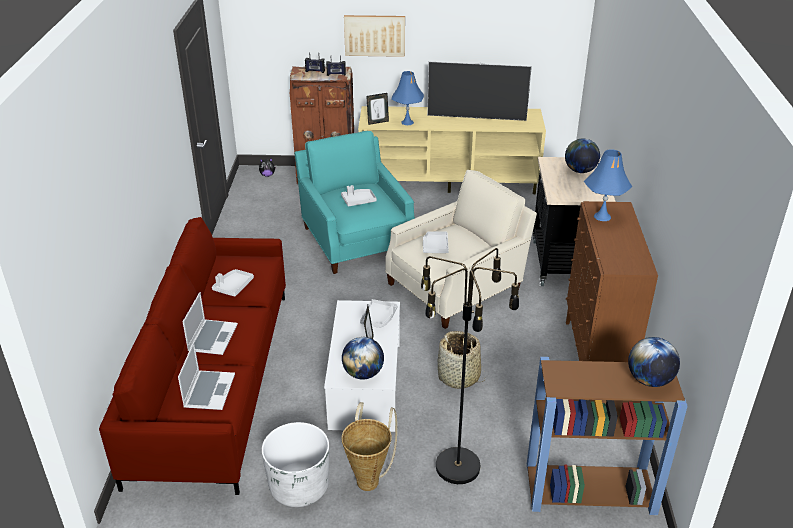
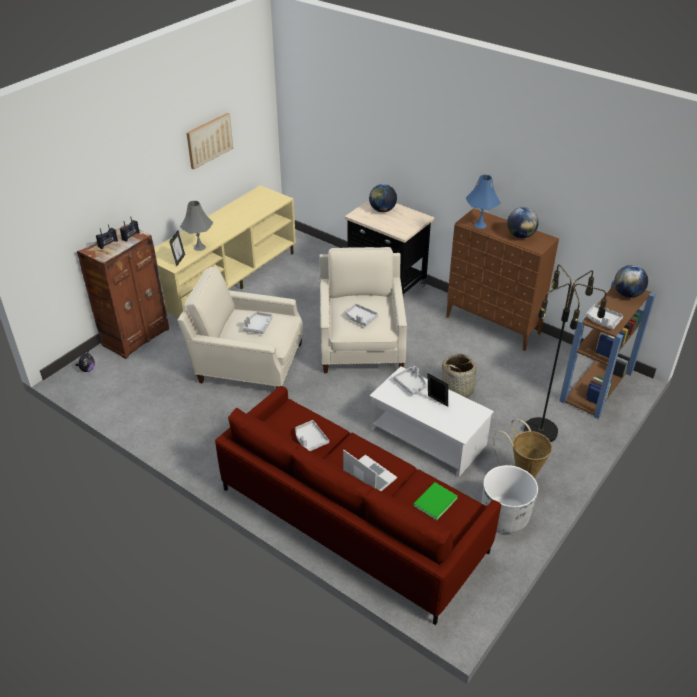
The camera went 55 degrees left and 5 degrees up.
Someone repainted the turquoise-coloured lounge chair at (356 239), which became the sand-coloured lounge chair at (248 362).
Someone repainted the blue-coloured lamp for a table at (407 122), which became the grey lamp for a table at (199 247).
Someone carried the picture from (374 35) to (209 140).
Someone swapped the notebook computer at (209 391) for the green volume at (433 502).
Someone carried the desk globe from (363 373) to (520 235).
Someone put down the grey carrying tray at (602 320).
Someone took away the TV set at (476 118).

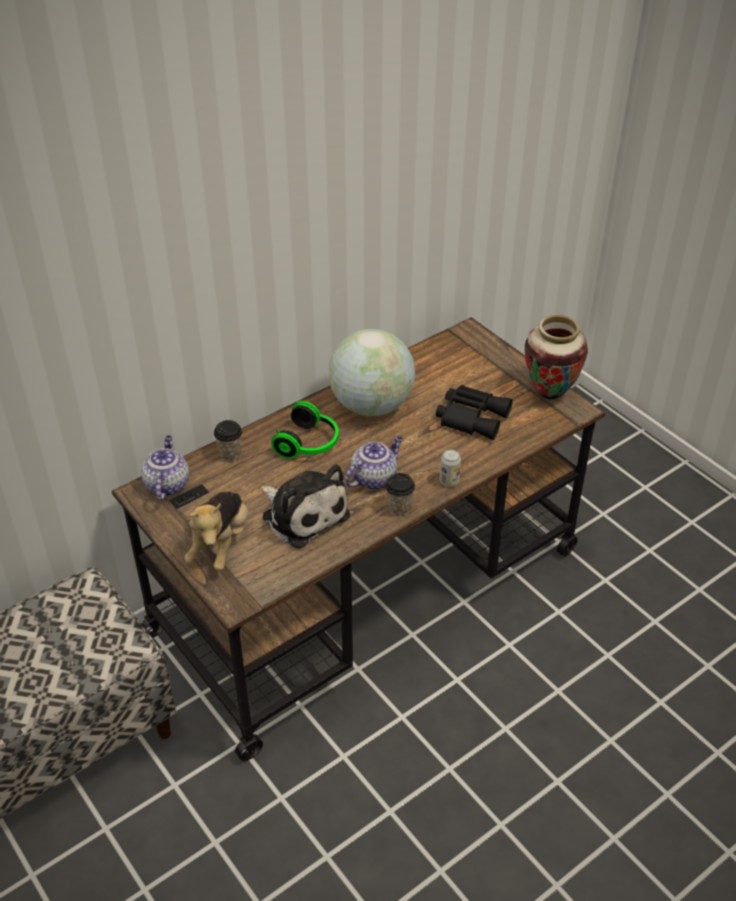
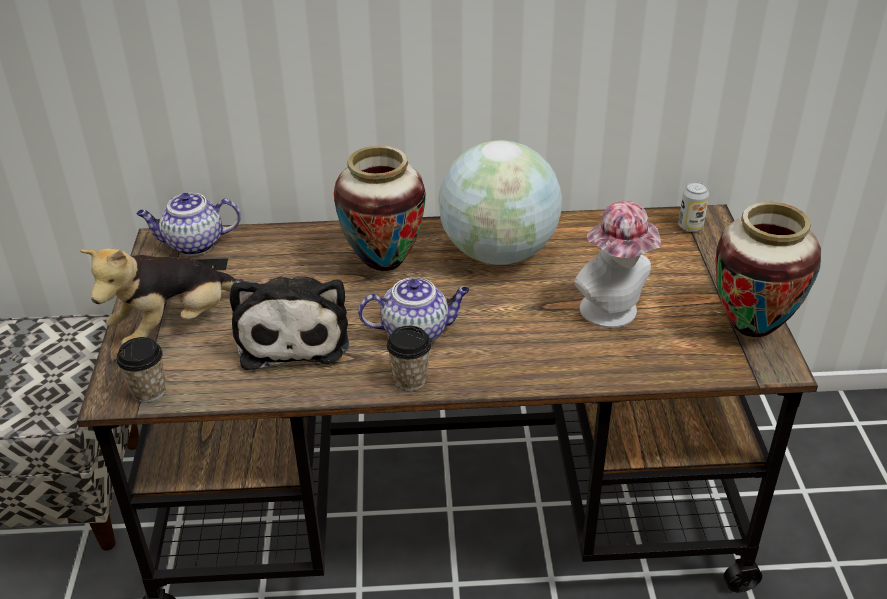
The camera went 35 degrees right and 5 degrees down.
Someone carried the small cup from (230 454) to (148 391).
Someone rotated the teapot at (167 484) by 135 degrees counterclockwise.
Someone swapped the pair of headphones at (309 444) for the flower vase at (383 265).
Someone swapped the black pair of binoculars at (472 416) for the wearable hat at (613 314).
Someone carried the sealed can from (449 481) to (690 226).

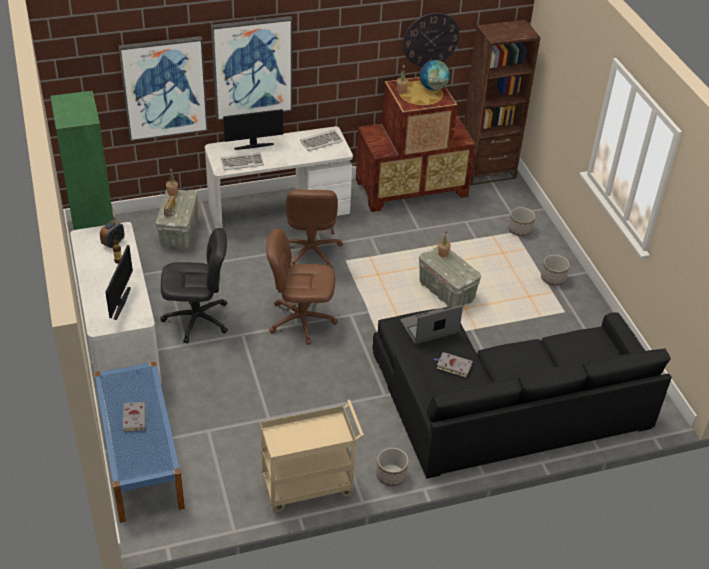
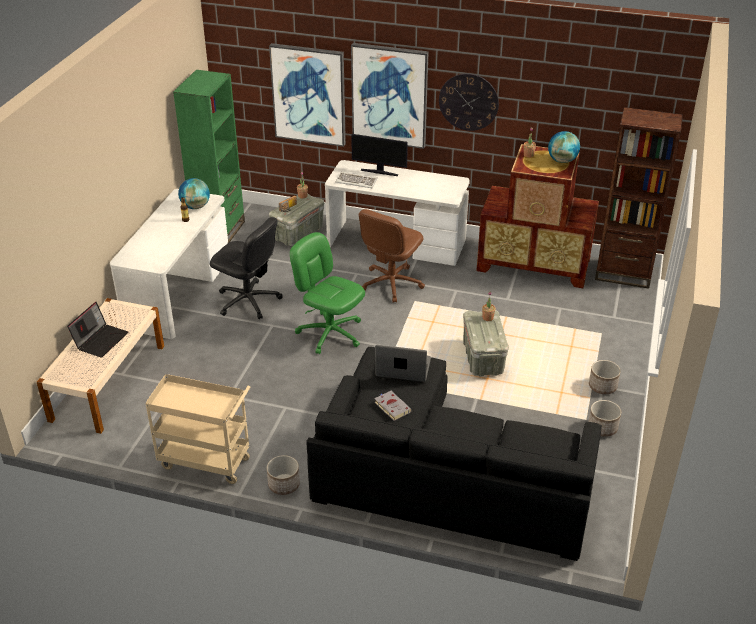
The camera went 35 degrees right and 5 degrees down.
Someone repainted the blue-coloured bench at (140 457), which became the sand-coloured bench at (108 382).
Someone swapped the grey volume at (134 417) for the notebook computer at (101 340).
Someone swapped the alarm clock at (113 243) for the desk globe at (195 206).
Someone repainted the brown-coloured desk chair at (301 320), which became the green desk chair at (330 333).
Someone carried the clock on the wall from (430 39) to (468 102).
Someone carried the flower pot from (520 230) to (602 428).
Someone took away the monitor at (120 303).
Someone took away the PC keyboard at (321 141).

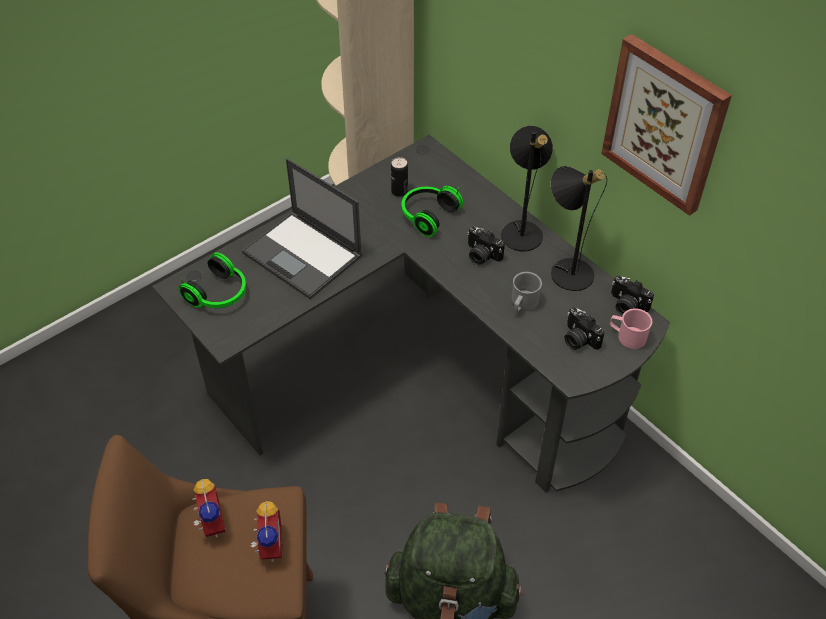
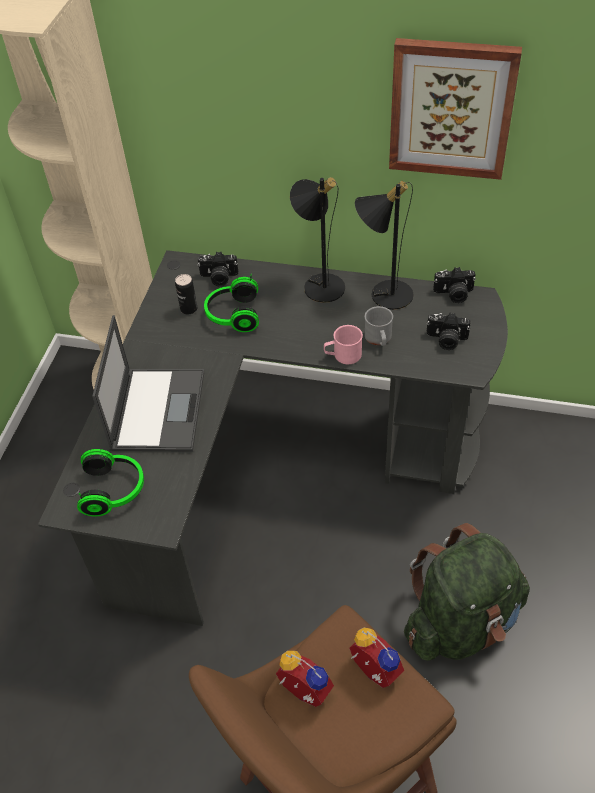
The camera went 35 degrees left and 0 degrees up.
Someone rotated the notebook computer at (304 255) by 90 degrees counterclockwise.
Someone carried the still camera from (481 255) to (219 278).
Someone carried the pink-coloured tea mug from (627 336) to (343 355).

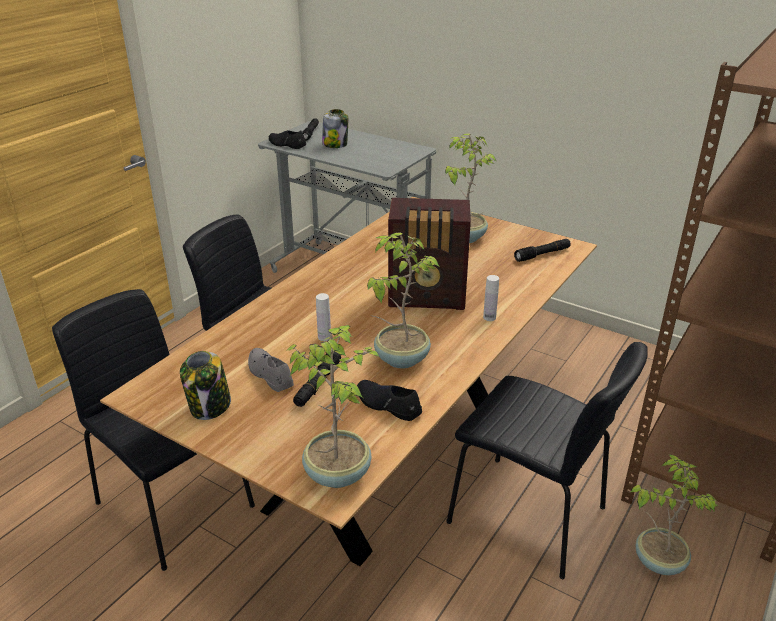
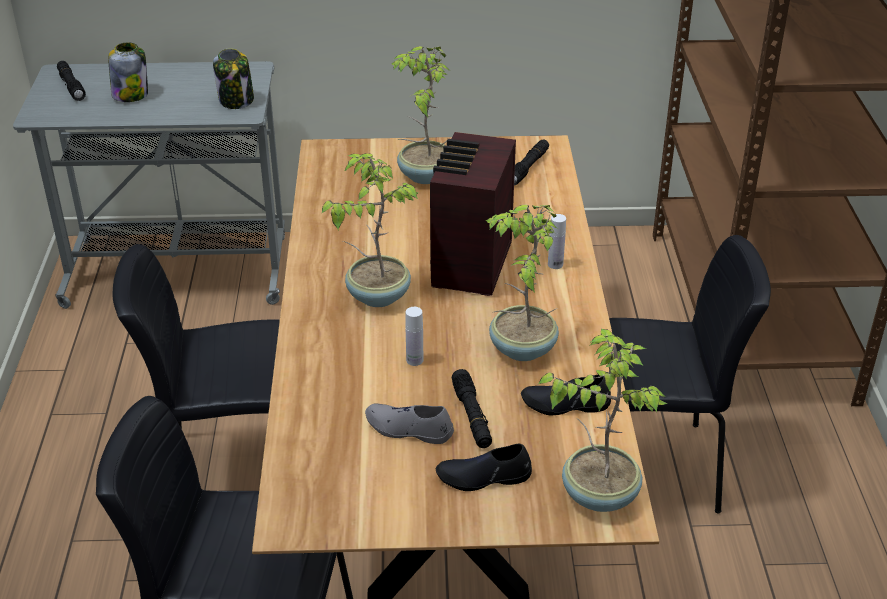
The camera went 35 degrees left and 5 degrees up.
Someone carried the jar from (210 406) to (236 100).
Someone carried the houseplant from (658 561) to (377 295).
Someone rotated the radio receiver at (429 297) by 135 degrees clockwise.
Someone carried the black item of footwear from (287 144) to (483 477).

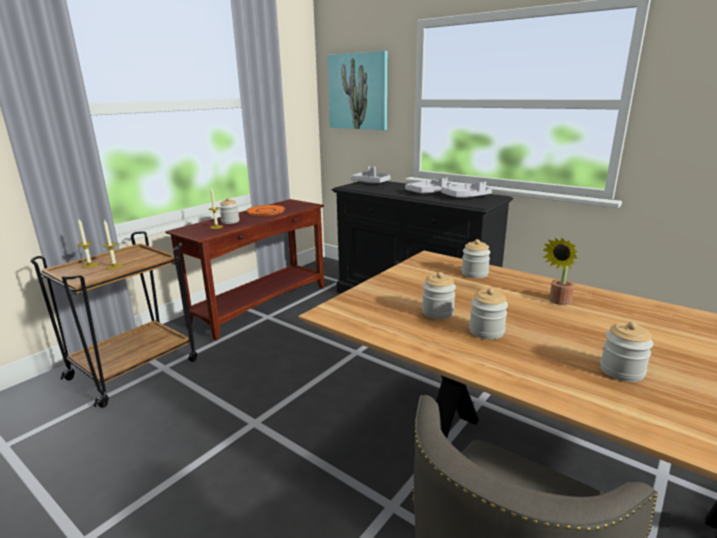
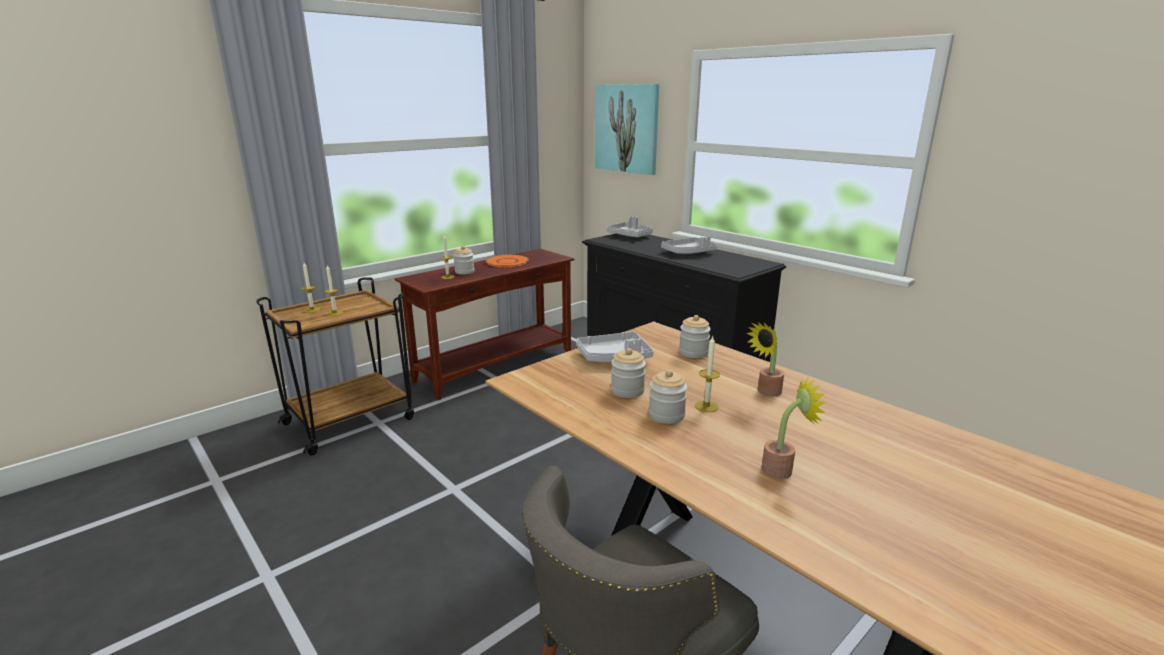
The camera went 10 degrees right and 0 degrees up.
Someone carried the grey carrying tray from (466 197) to (614 357).
Someone put down the wax light at (706 406).
Someone swapped the jar at (621 371) for the houseplant at (782 469).

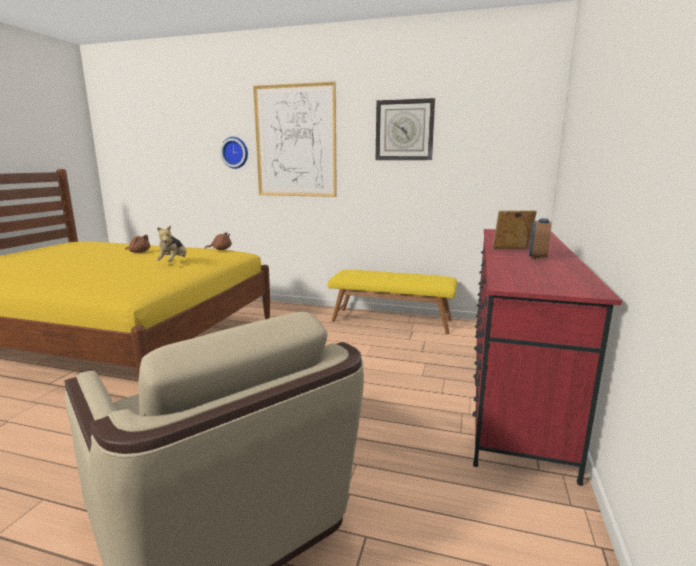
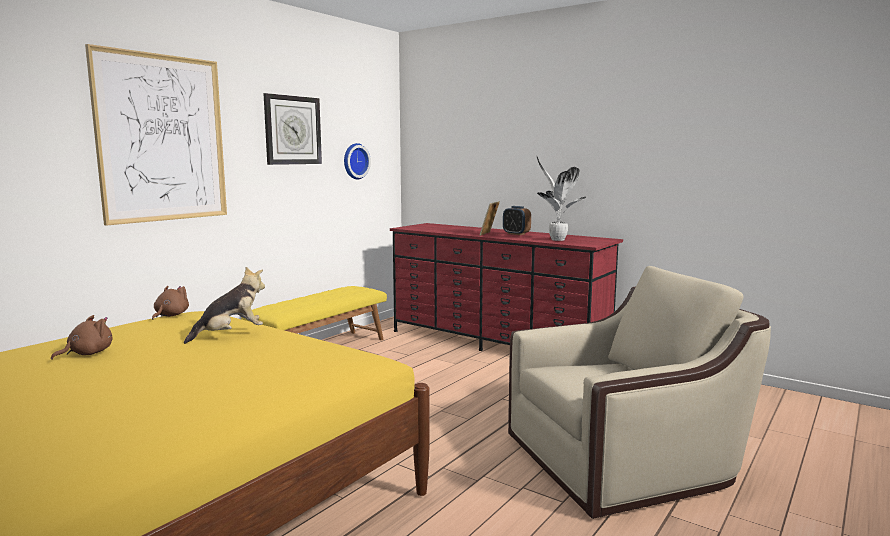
The camera went 70 degrees left and 5 degrees down.
Someone rotated the plush toy at (173 262) by 60 degrees counterclockwise.
Someone carried the clock on the wall from (235 152) to (354 161).
Someone put down the houseplant at (556 239).

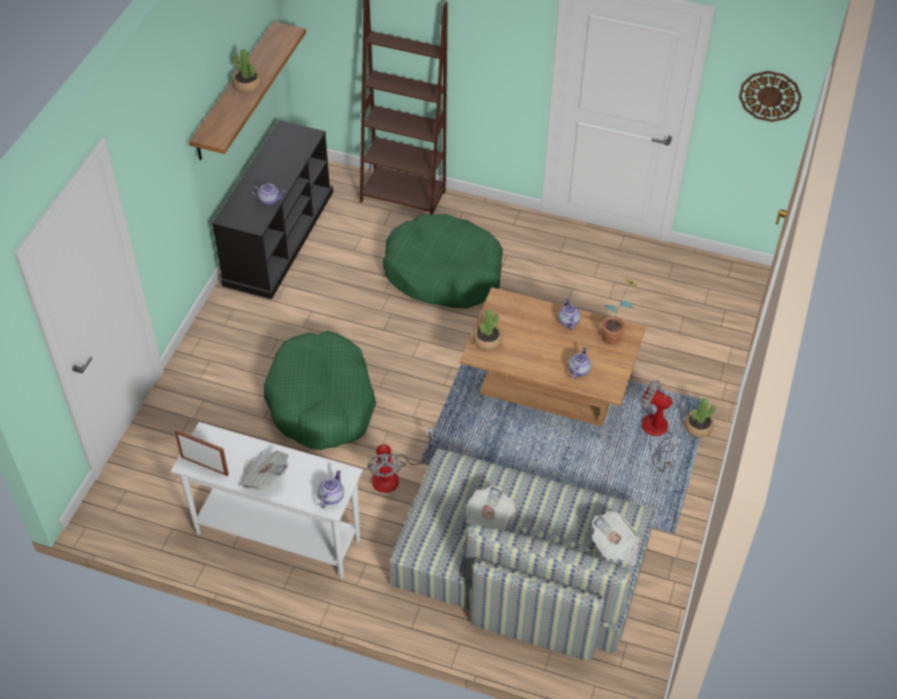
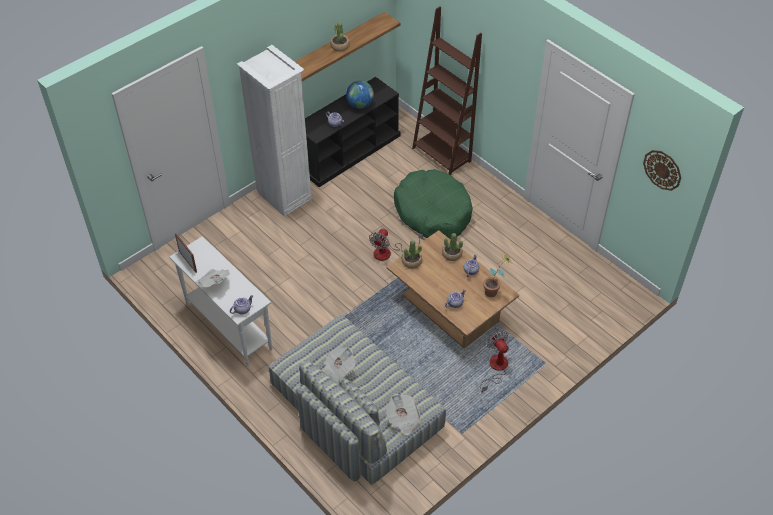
The camera went 30 degrees right and 0 degrees up.
Someone put down the white-coloured cabinet at (285 196).
Someone put down the desk globe at (360 105).
Someone carried the cooling fan from (393 475) to (388 252).
Someone carried the houseplant from (698 427) to (452 254).
Someone took away the green dog bed at (322 402).

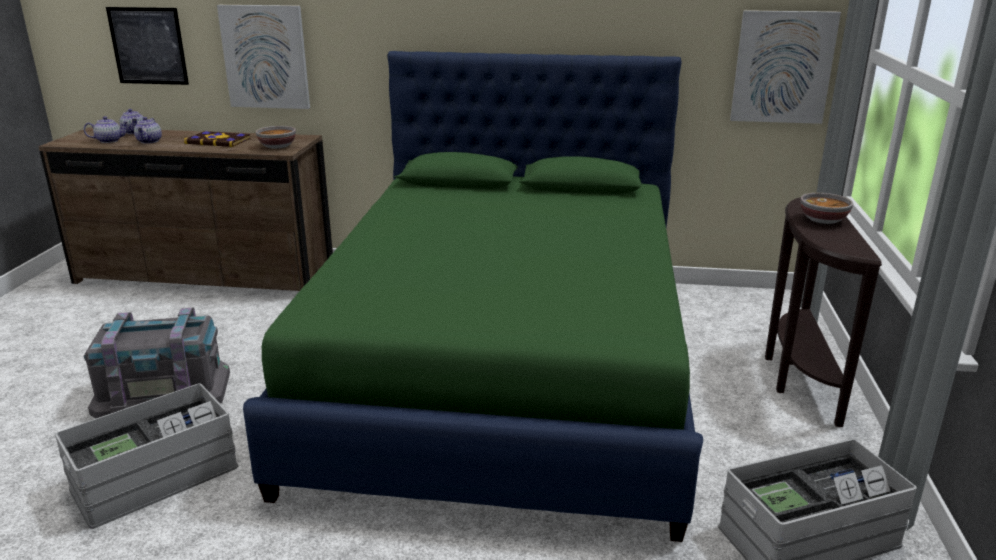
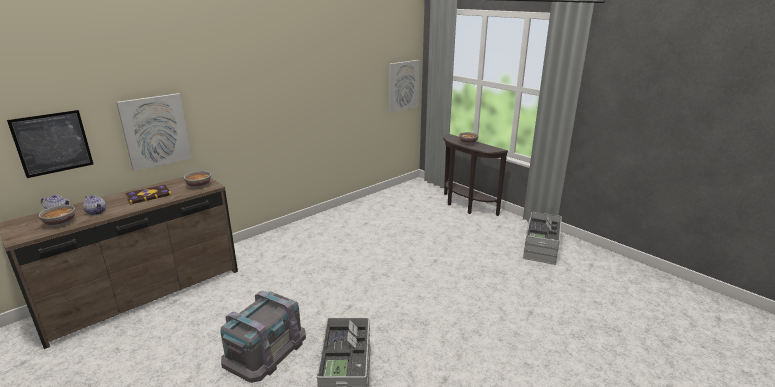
The camera went 50 degrees left and 0 degrees up.
Someone swapped the teapot at (109 141) for the bowl at (60 223).
Someone took away the green bed at (505 367).

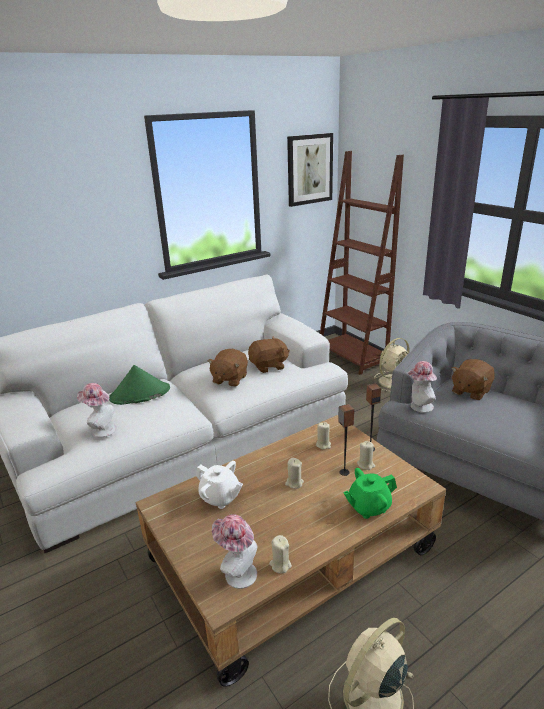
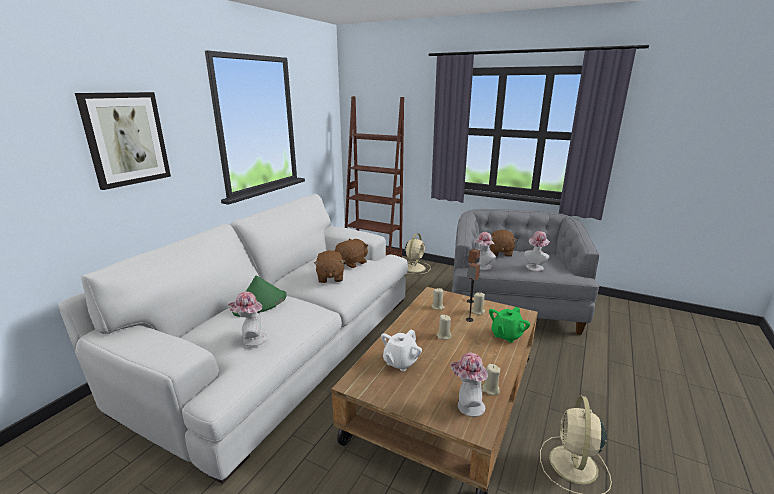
The camera went 30 degrees left and 5 degrees down.
Someone carried the picture from (309 169) to (126 139).
Someone rotated the white-coloured teapot at (220 498) by 120 degrees clockwise.
Someone put down the wearable hat at (535 266).

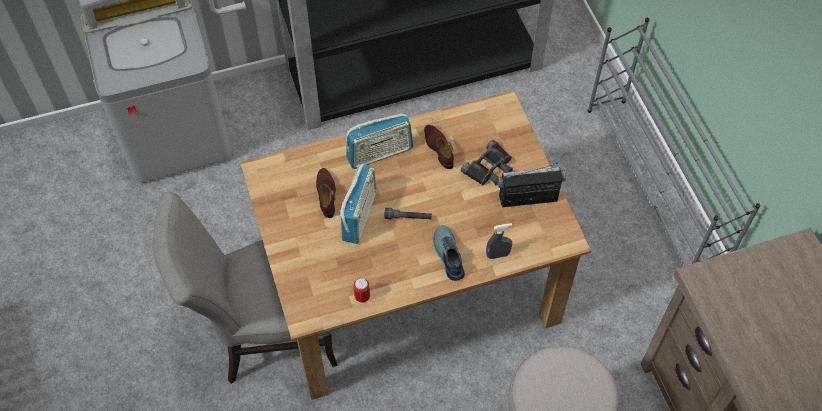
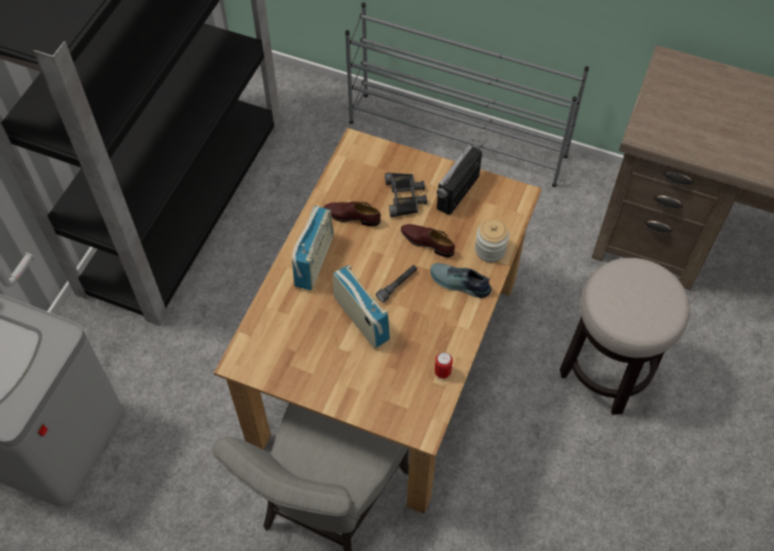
The camera went 50 degrees left and 0 degrees up.
Someone carried the brown-coloured item of footwear from (326 194) to (427 242).
Someone swapped the grey sprayer at (498 255) for the jar at (490 249).

